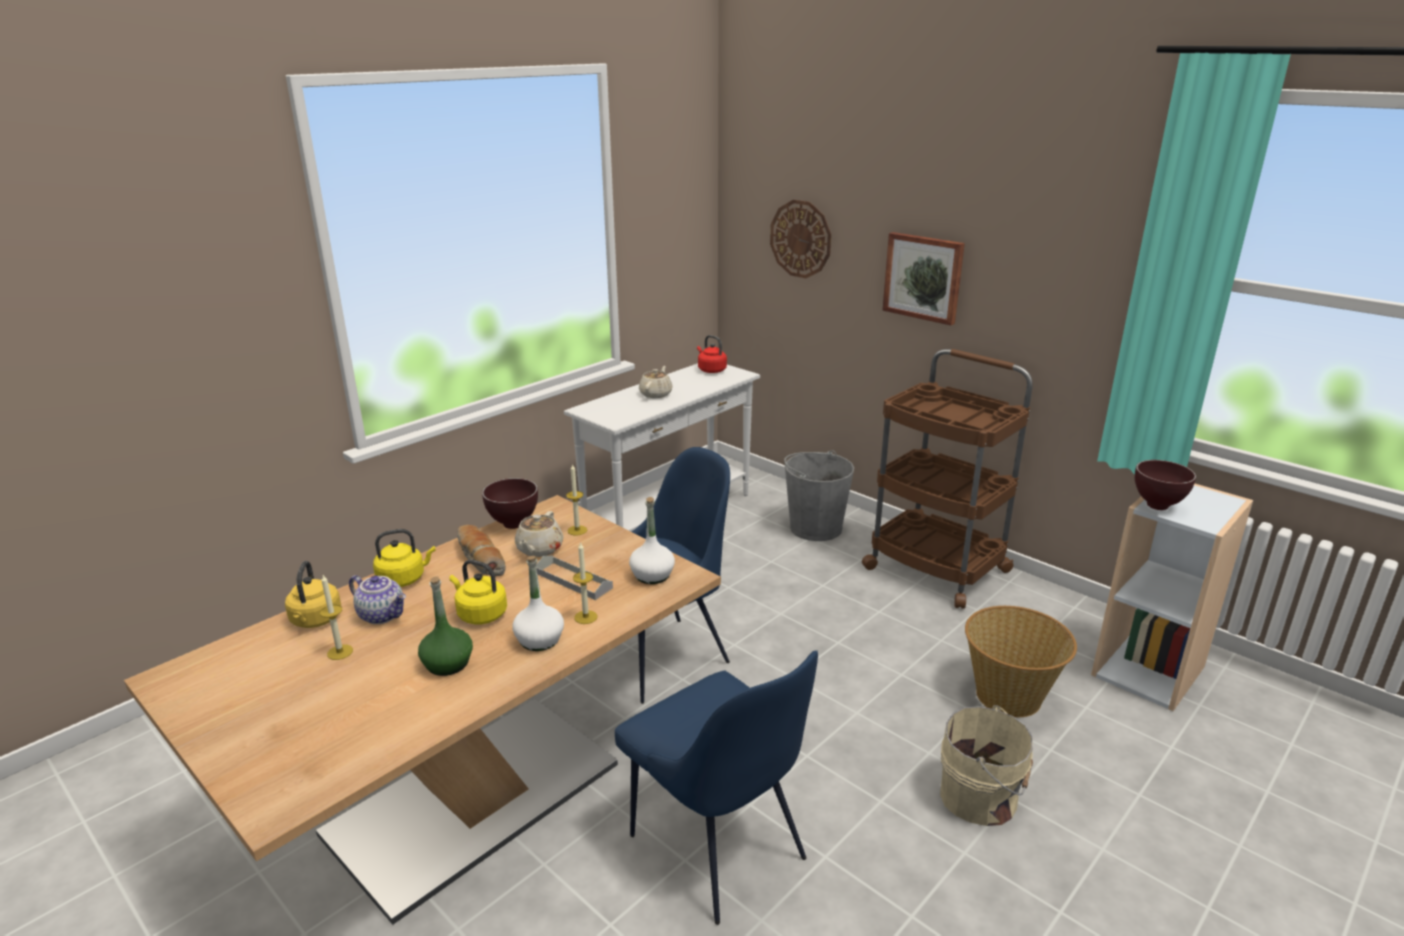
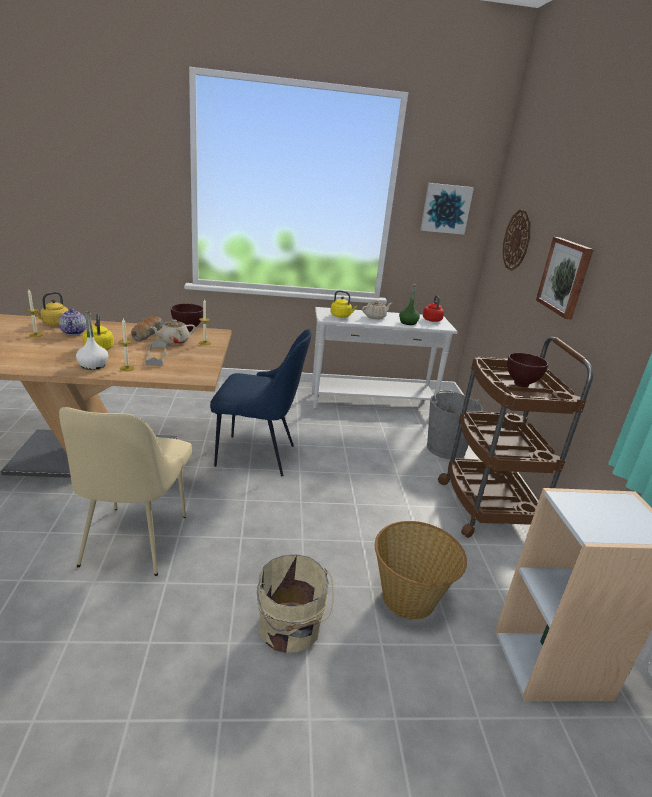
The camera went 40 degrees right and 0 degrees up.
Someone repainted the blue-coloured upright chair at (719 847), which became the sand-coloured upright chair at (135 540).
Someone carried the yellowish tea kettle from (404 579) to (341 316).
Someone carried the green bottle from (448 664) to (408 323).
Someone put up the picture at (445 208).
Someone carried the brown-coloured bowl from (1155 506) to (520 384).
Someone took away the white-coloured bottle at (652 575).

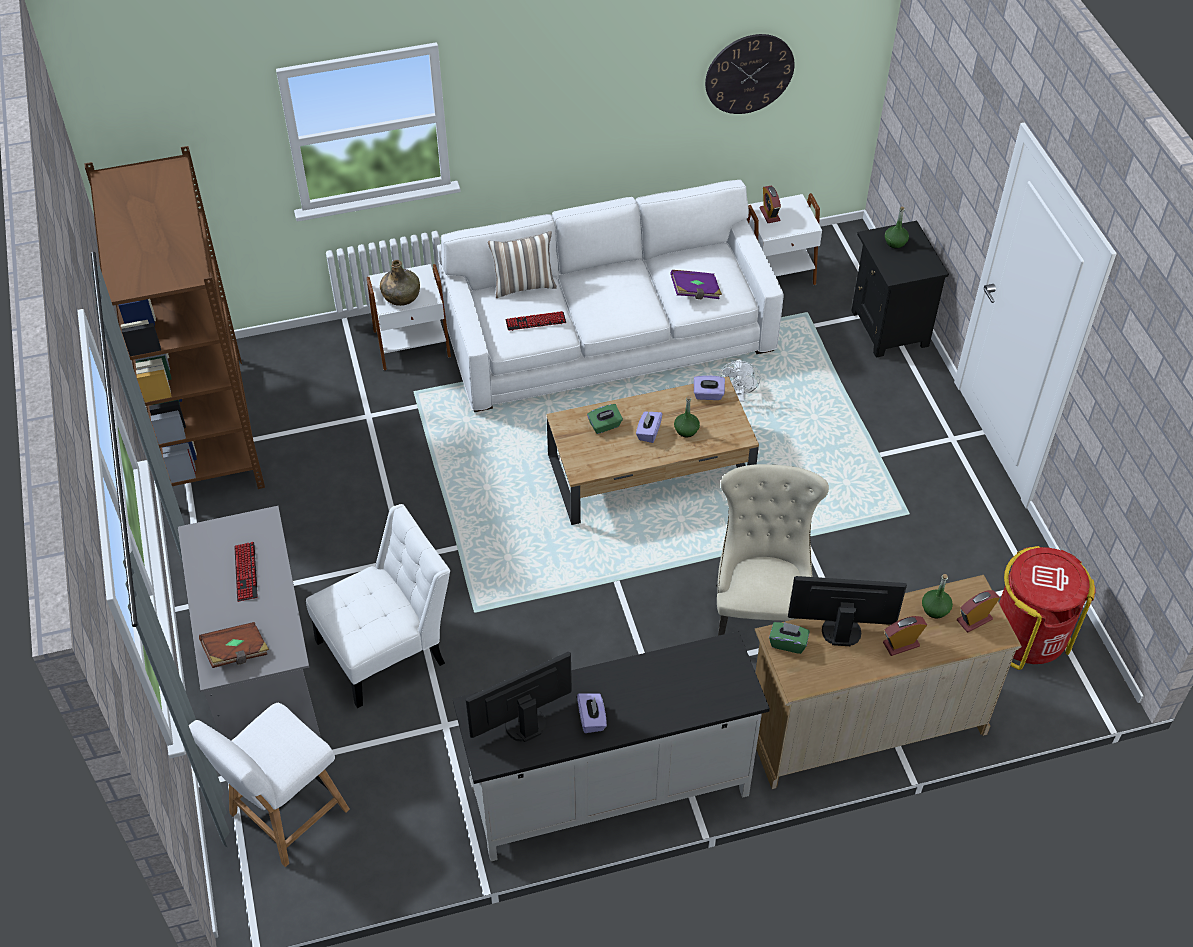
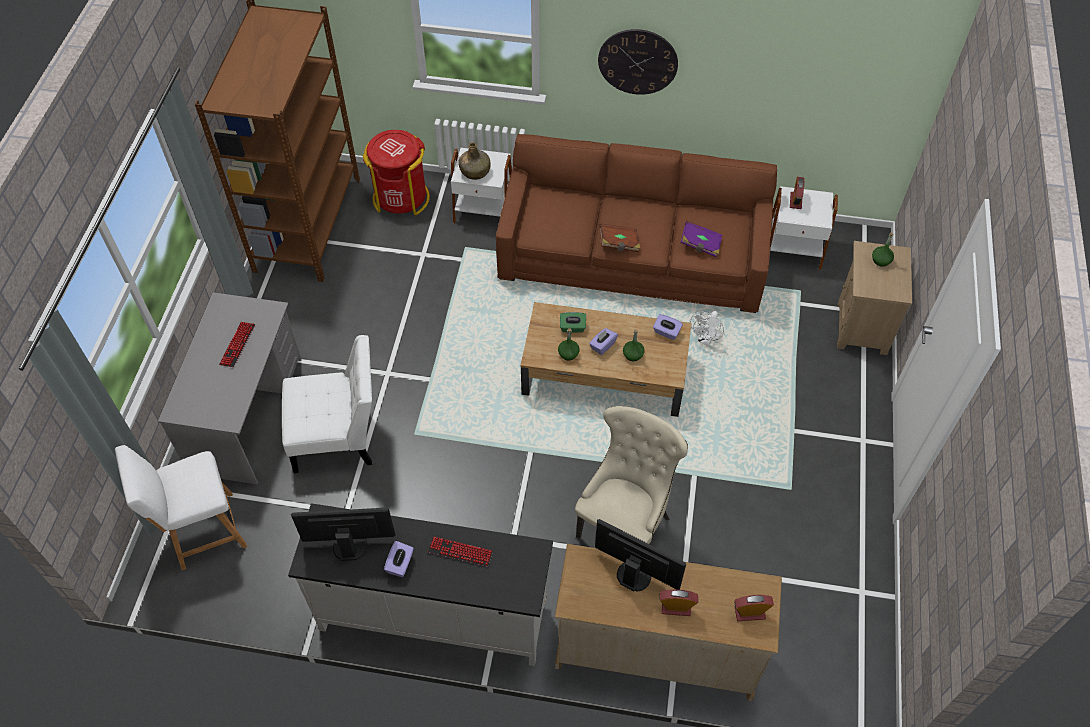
The camera went 25 degrees right and 5 degrees up.
Someone carried the reddish trash can from (1027 636) to (401 197).
Someone carried the PC keyboard from (535 322) to (460 552).
Someone repainted the white-coloured settee at (609 335), which became the brown-coloured settee at (633 254).
Someone carried the green bottle from (935 609) to (568 354).
Someone carried the clock on the wall from (749 73) to (638 61).
Someone carried the brown-coloured volume from (236 652) to (619 244).
Someone repainted the black bedside table at (888 329), which became the sand-coloured bedside table at (860 328).
Someone took away the pillow at (523 285).
Someone took away the green tissue holder at (788 643).

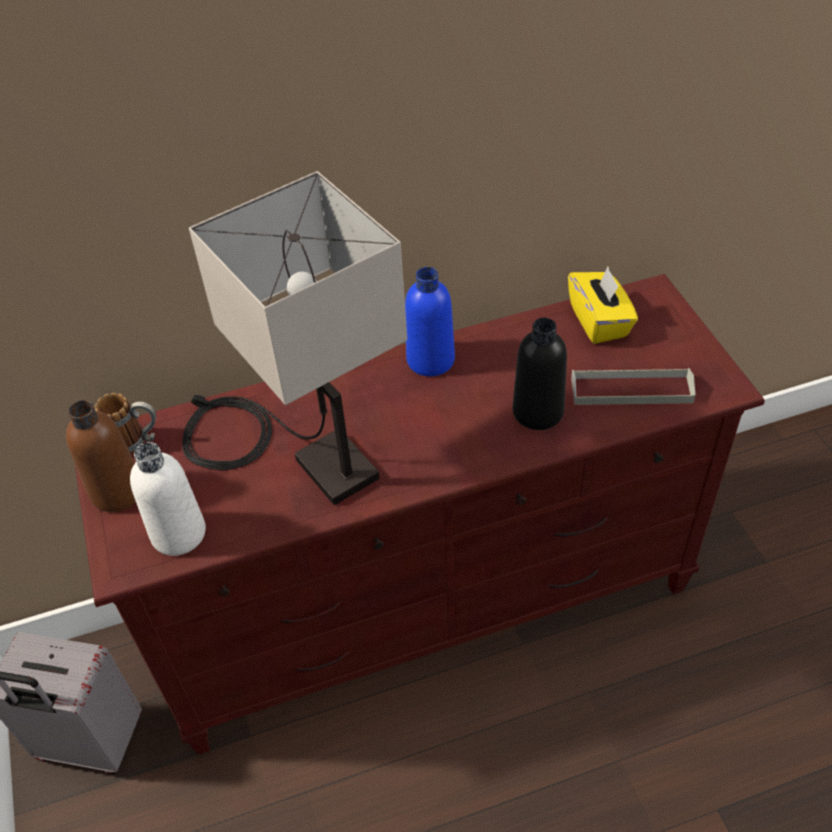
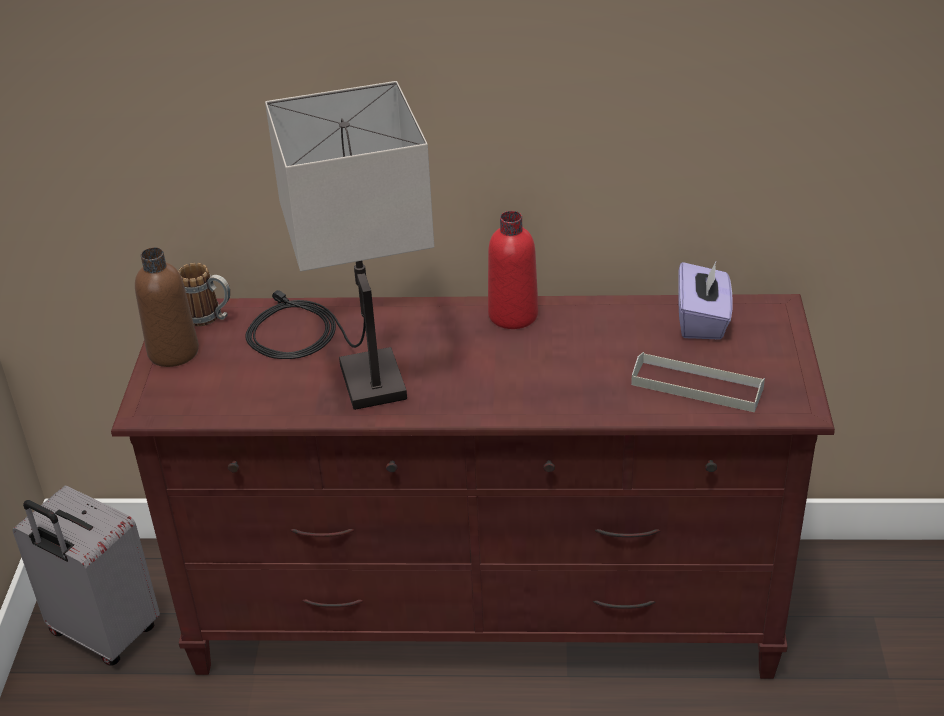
The camera went 20 degrees right and 10 degrees down.
Someone repainted the blue-coloured bottle at (430 360), which became the reddish bottle at (513 315).
Someone repainted the yellowish tissue holder at (599 321), which became the purplish tissue holder at (702 320).
Someone took away the white-coloured bottle at (178 533).
Someone took away the black bottle at (538 412).

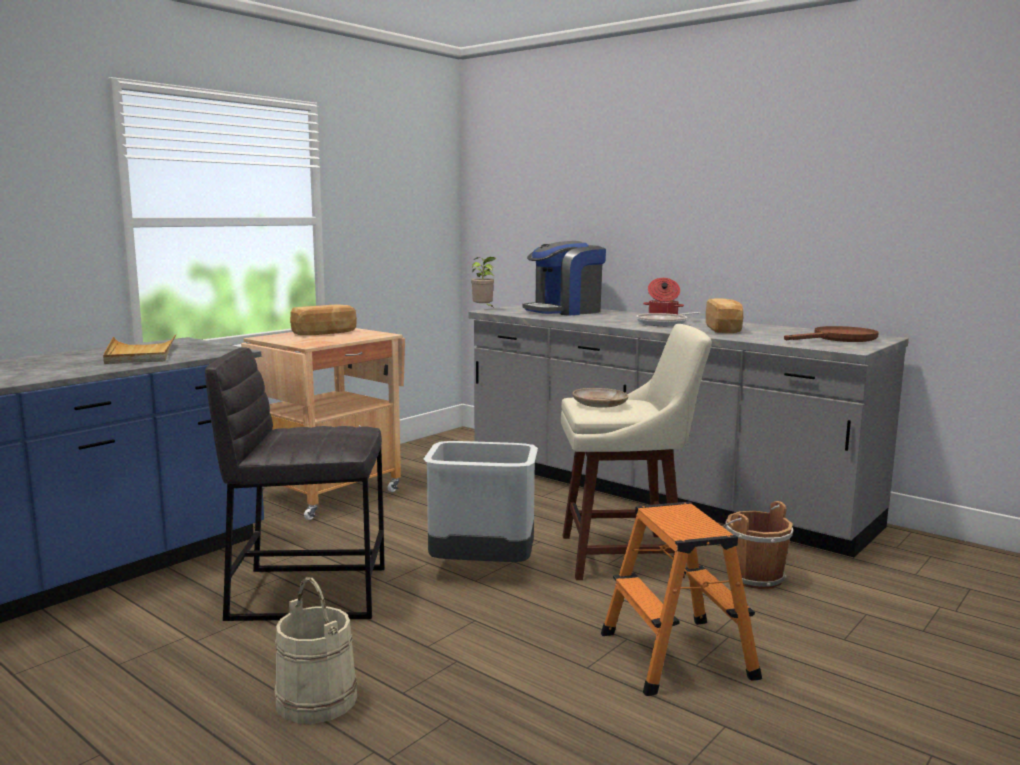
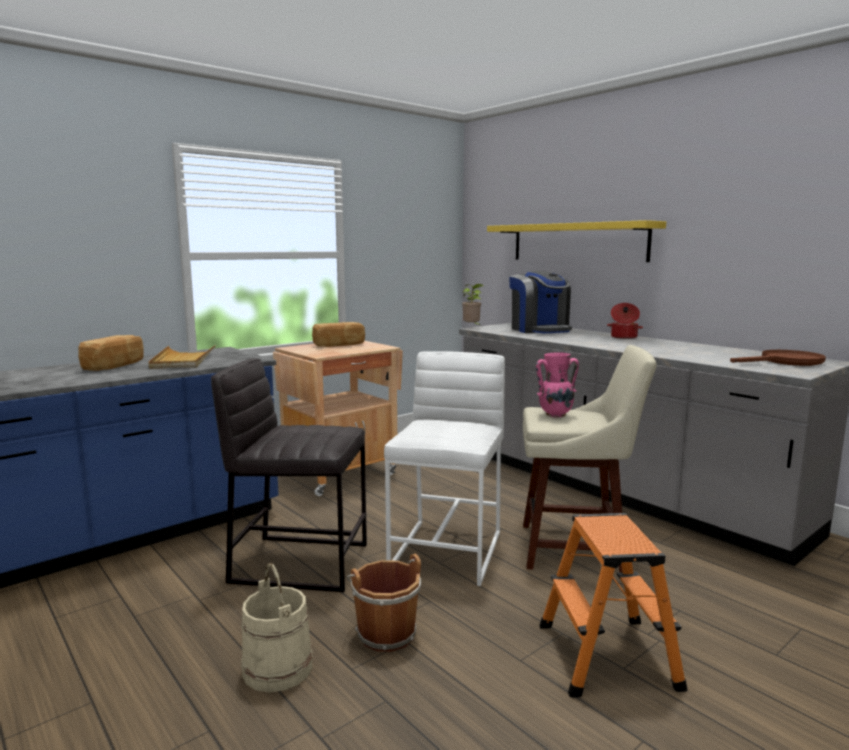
The camera went 10 degrees right and 0 degrees up.
Someone carried the bakery bread from (724 329) to (115 366).
Someone carried the brown-coloured pail from (752 576) to (385 632).
Someone swapped the grey trash can at (483 568) for the white-coloured sitting stool at (448 551).
Someone put up the yellowish bracket shelf at (577 242).
Someone rotated the coffee brewer at (565 311) by 90 degrees counterclockwise.
Someone swapped the sand-coloured plate at (599 404) for the pink-coloured flower vase at (554 415).
Someone took away the skillet at (664 323).

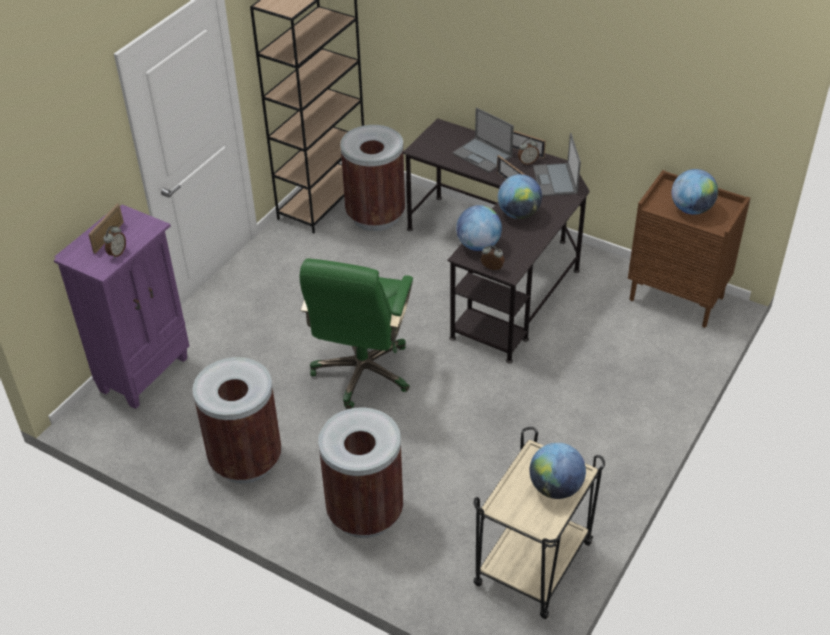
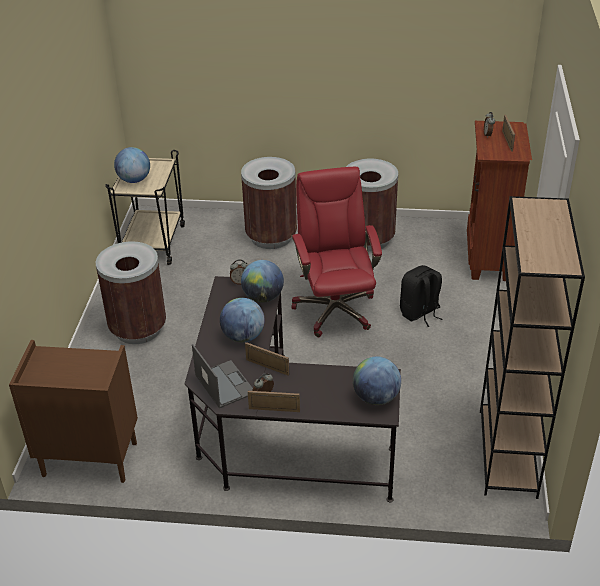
The camera went 155 degrees right and 5 degrees down.
Someone carried the brown-coloured trash can from (375 216) to (138 328).
Someone repainted the green desk chair at (363 369), which became the reddish desk chair at (335 312).
Someone carried the desk globe from (691 209) to (376 398).
Someone put down the black knapsack at (420 313).
Someone repainted the purplish cabinet at (145 375), which became the brown-coloured cabinet at (487 261).
Someone took away the notebook computer at (483 155).

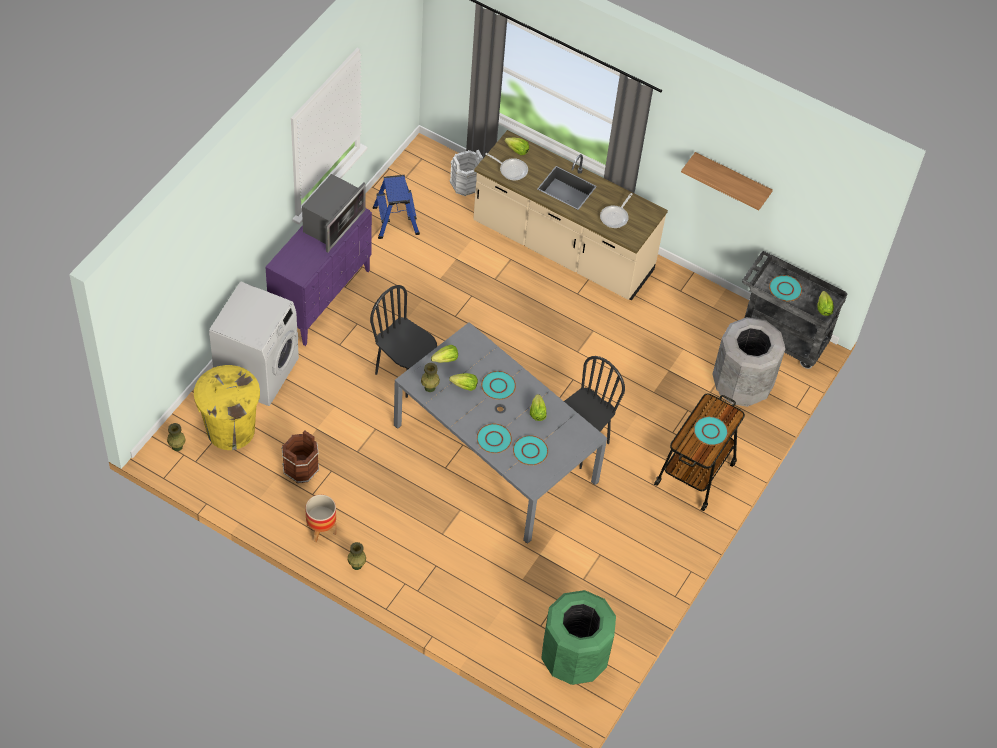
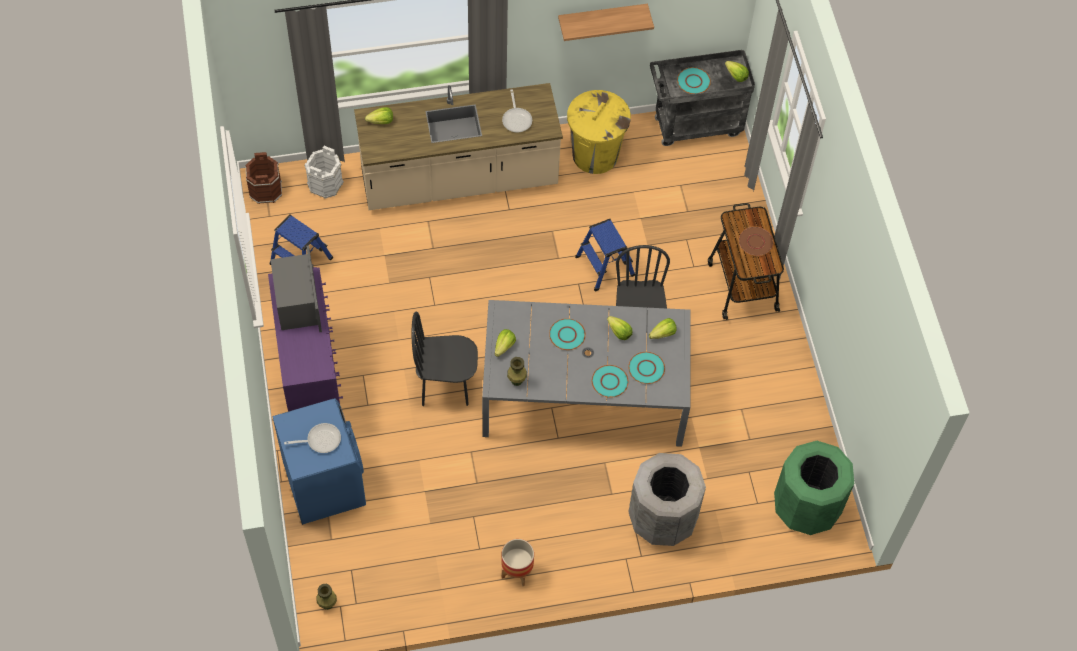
The camera went 40 degrees left and 5 degrees up.
Someone carried the brown-coloured pail from (300 468) to (265 190).
Someone repainted the white-coloured laundry machine at (258 371), which became the blue-coloured laundry machine at (325 482).
Someone carried the skillet from (511 169) to (320 440).
Someone carried the yellowish trash can from (230 430) to (595 155).
Someone put down the blue-coloured stepladder at (605 266).
Someone carried the grey trash can from (741 384) to (662 518).
Someone carried the lettuce head from (464 386) to (663 334).
Someone repainted the turquoise-coloured plate at (710 431), which became the brown-coloured plate at (755 242).
Someone took away the green flower vase at (356 565).

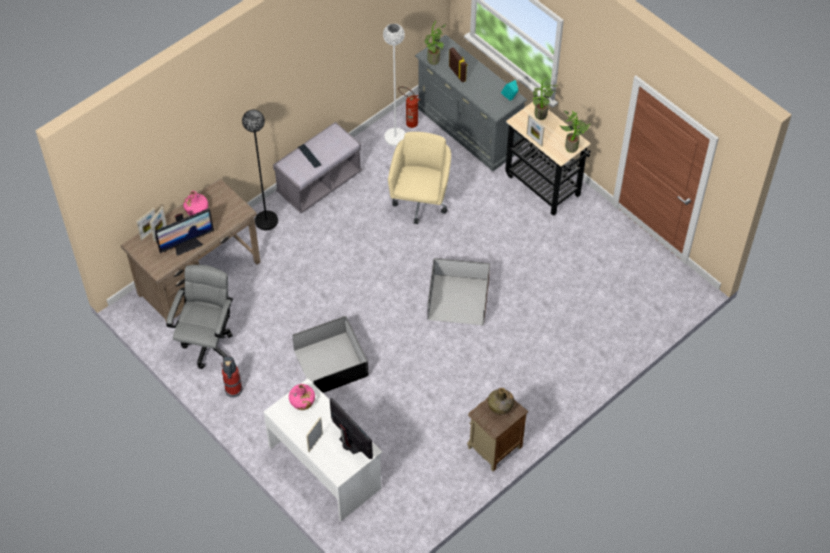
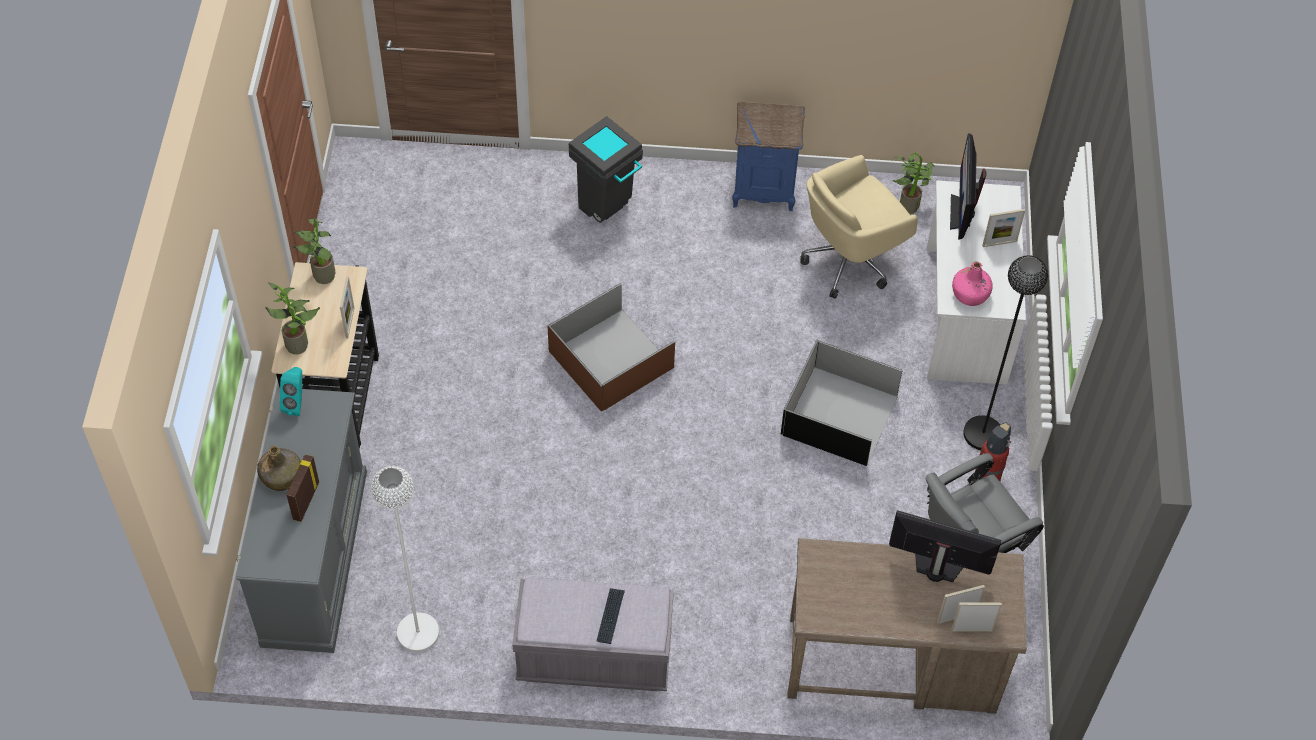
The camera went 135 degrees left and 0 degrees up.
Someone carried the green bottle from (500 406) to (282 476).
Someone put down the grey trash can at (608 210).
Someone repainted the sand-coloured bedside table at (494 447), which became the blue-coloured bedside table at (764 191).
Someone carried the sand-coloured desk chair from (420 204) to (850 262).
Someone carried the houseplant from (434 62) to (909 204).
Someone carried the black standard lamp from (266 221) to (982 434).
Someone took away the pink-coloured bottle at (196 210).
Someone took away the fire extinguisher at (409 122).

